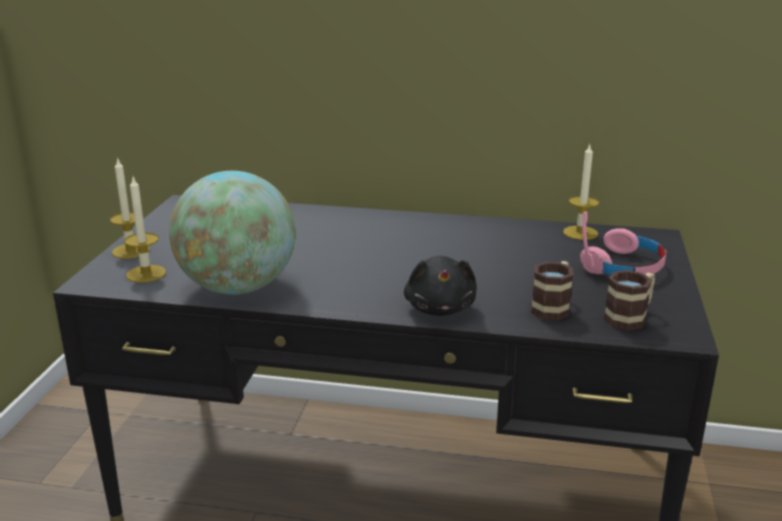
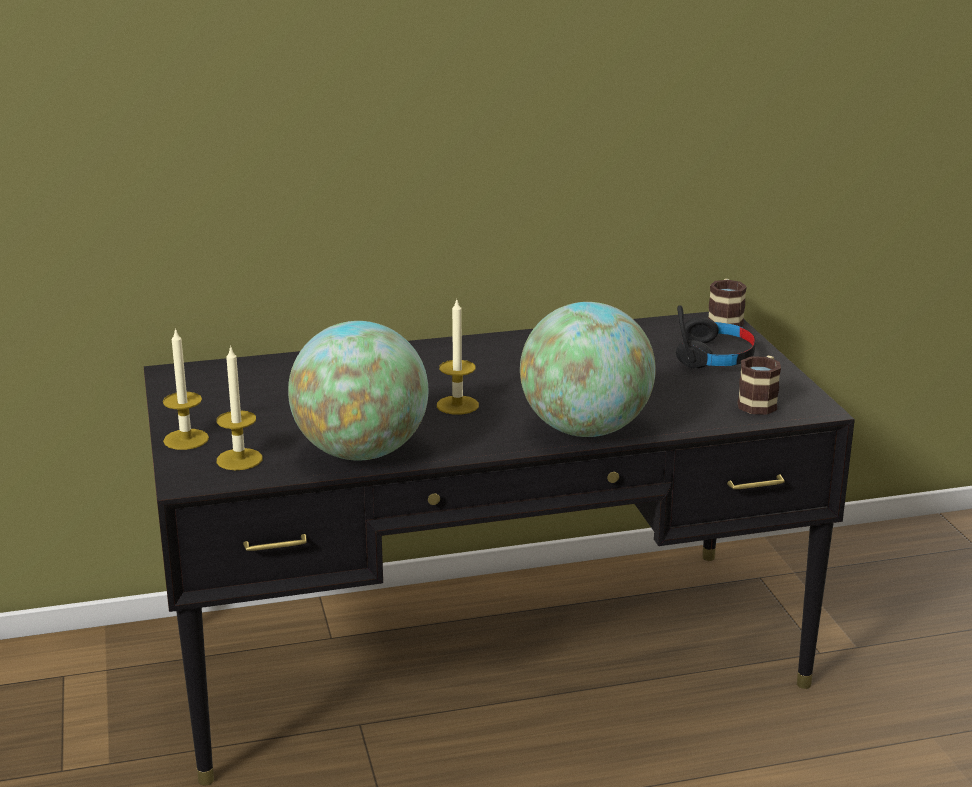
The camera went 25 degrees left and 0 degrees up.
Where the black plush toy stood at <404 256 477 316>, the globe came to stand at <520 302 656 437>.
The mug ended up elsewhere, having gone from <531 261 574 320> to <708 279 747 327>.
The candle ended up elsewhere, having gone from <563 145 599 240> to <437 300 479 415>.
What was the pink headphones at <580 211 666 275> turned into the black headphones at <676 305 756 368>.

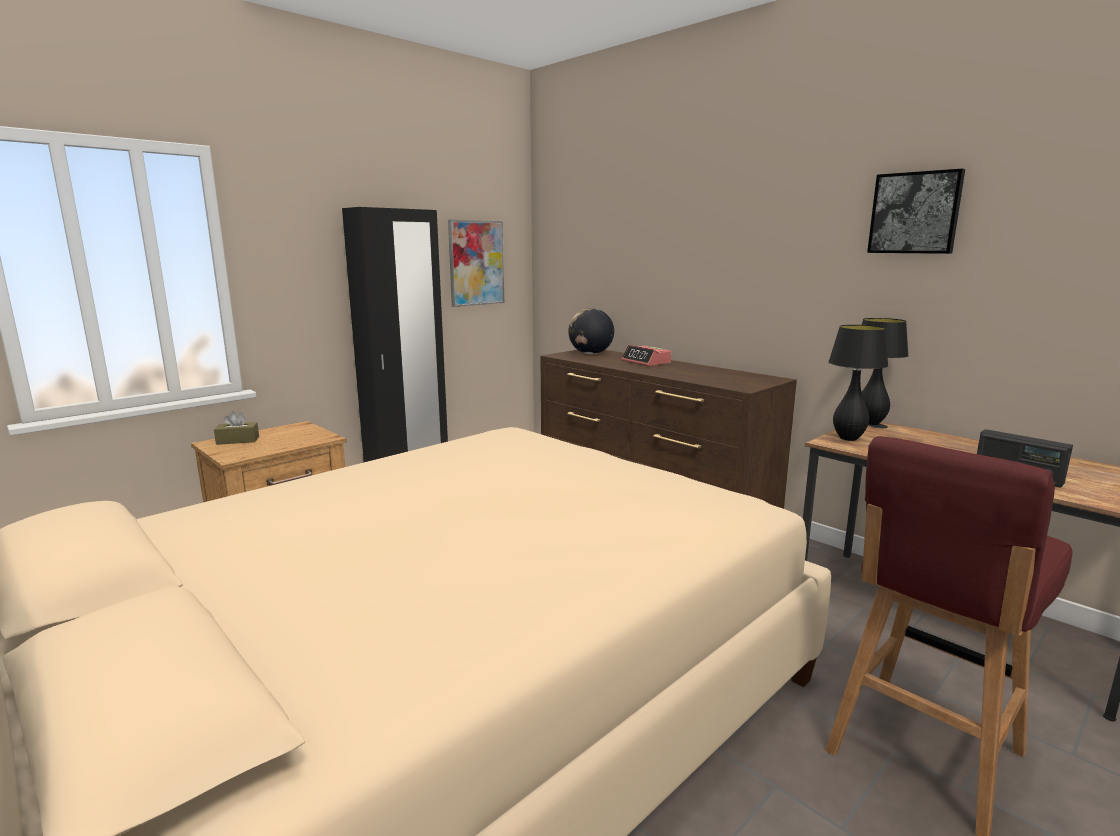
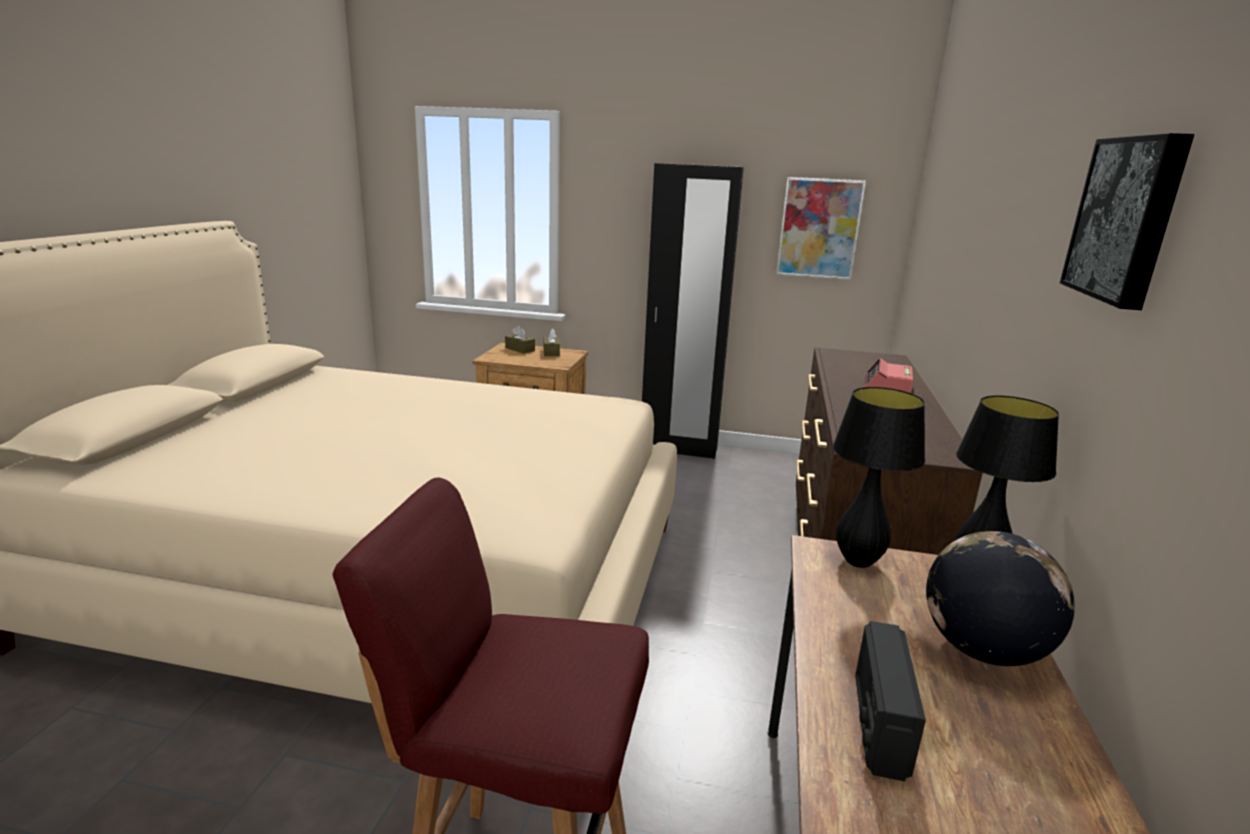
The camera went 55 degrees right and 5 degrees up.
The globe ended up elsewhere, having gone from <568 308 614 354> to <926 531 1075 666>.
The second view gained the brown tissue box at <544 329 560 356>.

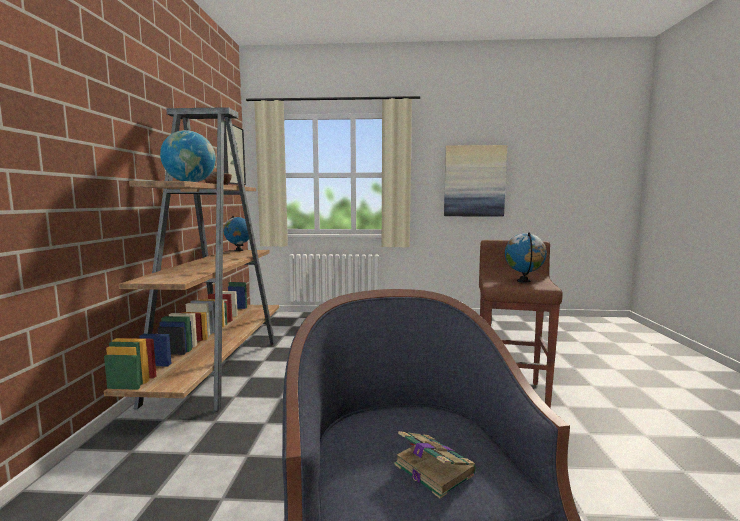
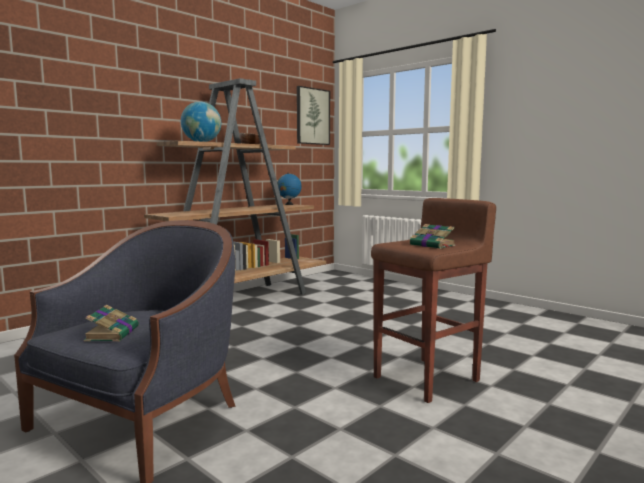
The camera went 40 degrees right and 0 degrees up.
The second view lost the picture at <444 145 507 216>.
Where the globe stood at <505 232 547 283>, the book came to stand at <410 224 456 249>.

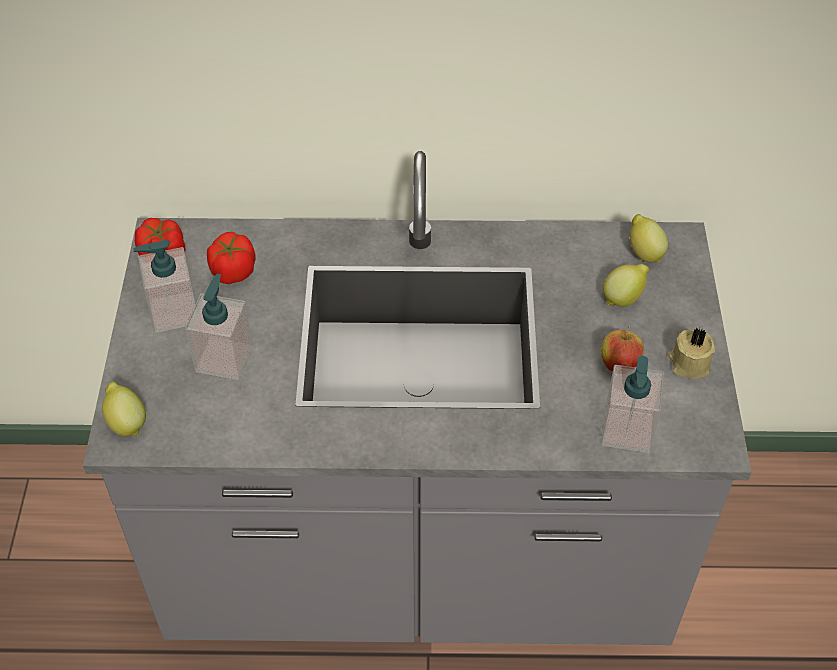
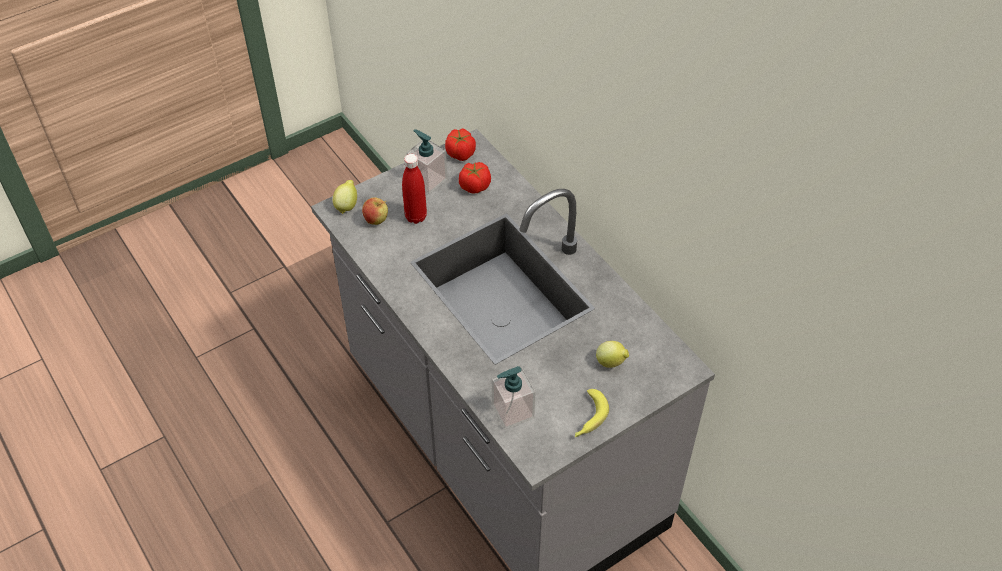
The camera went 55 degrees right and 0 degrees up.
Where the soap dispenser stood at <185 274 253 380>, the red bottle came to stand at <402 154 427 224>.
The apple ended up elsewhere, having gone from <601 325 644 372> to <362 198 388 225>.
The second view lost the lemon at <630 214 668 262>.
Where the beige candle stood at <669 328 715 379>, the banana came to stand at <575 389 609 437>.

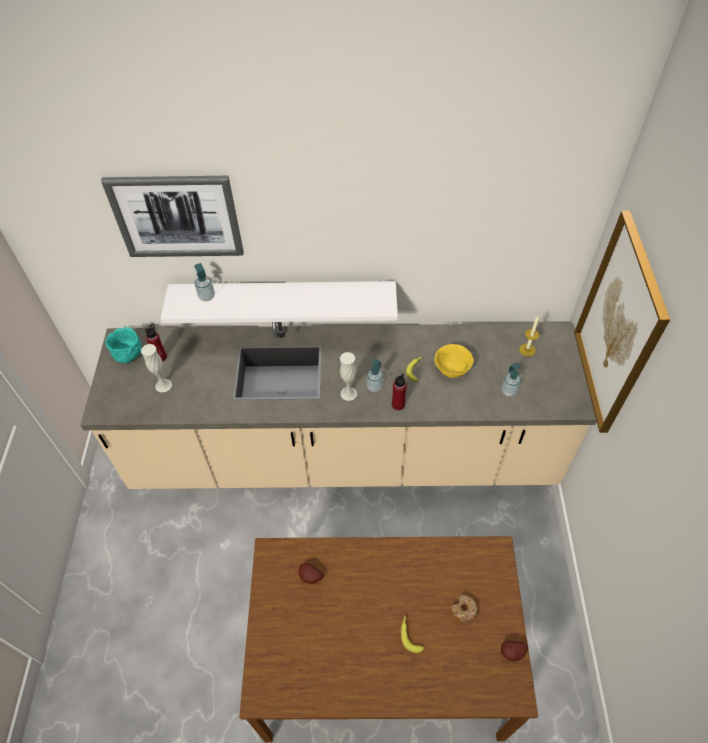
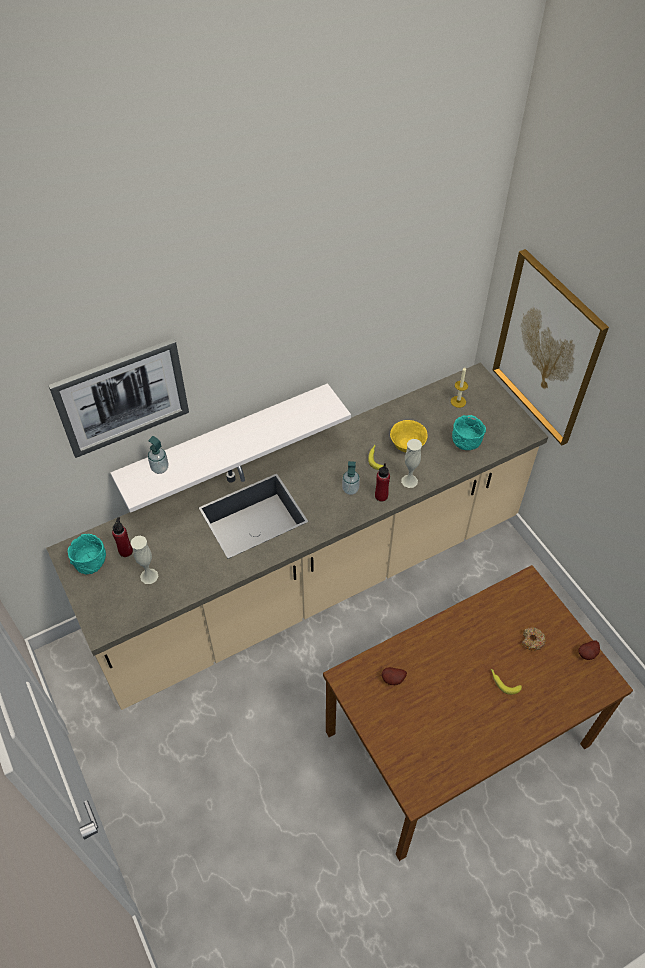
The camera went 30 degrees left and 0 degrees up.
The white vase ended up elsewhere, having gone from <340 352 357 401> to <401 439 422 488>.
Where the soap dispenser stood at <501 363 521 397>, the turquoise bowl came to stand at <452 415 486 450>.

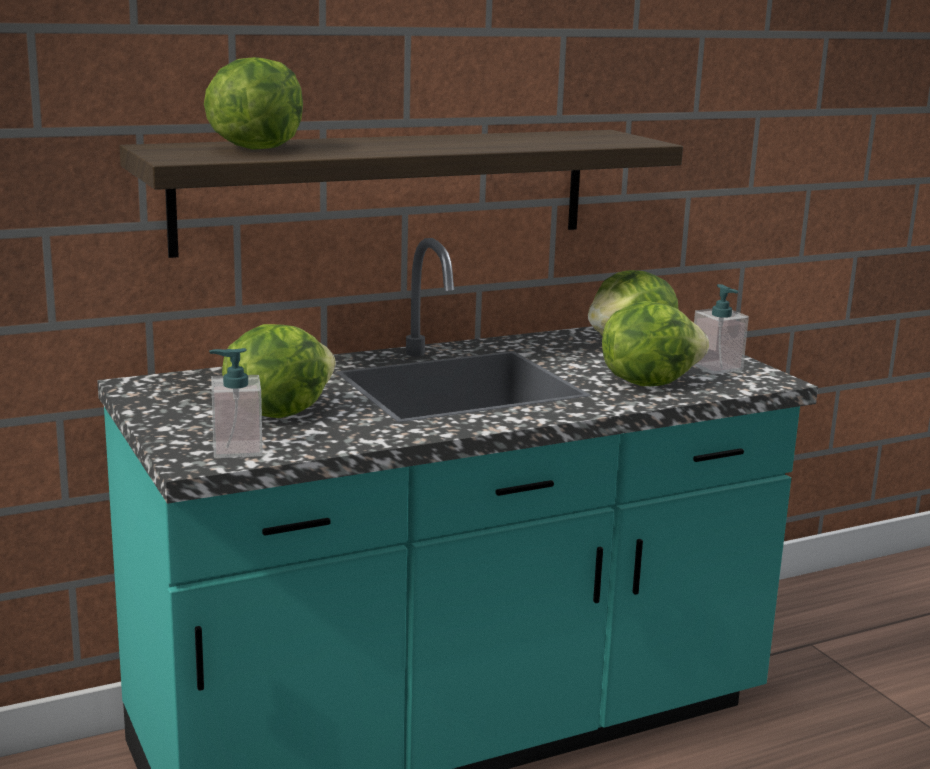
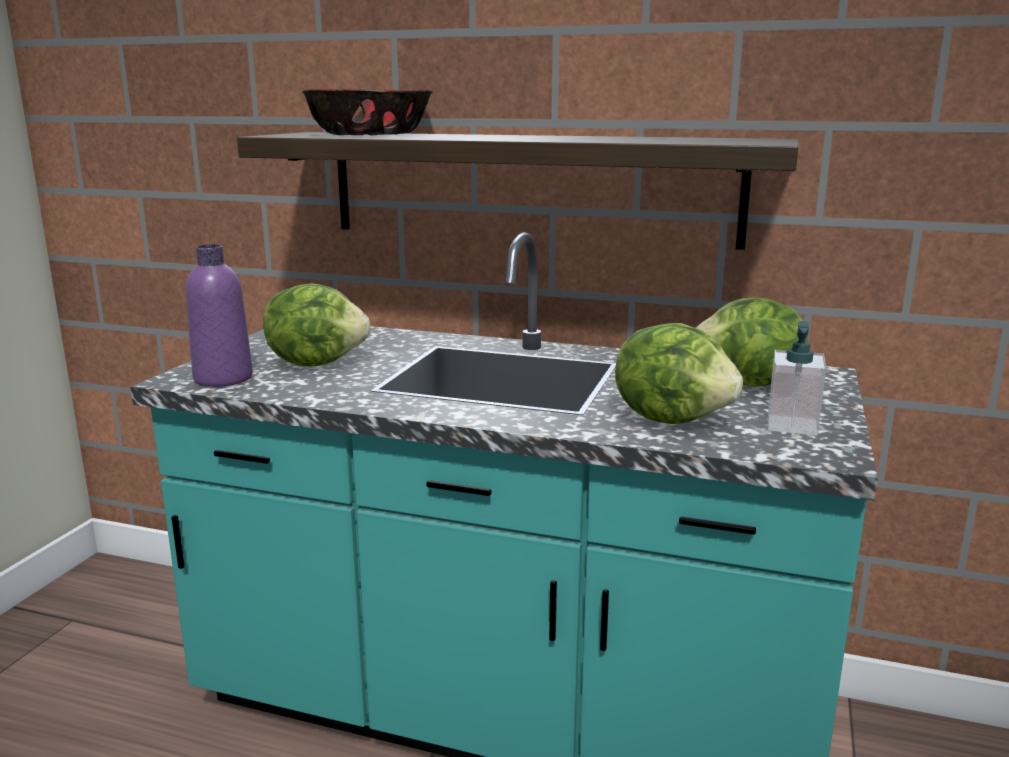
The camera went 45 degrees right and 0 degrees up.
Where the lettuce stood at <204 57 303 150>, the bowl came to stand at <302 89 433 136>.
Where the soap dispenser stood at <209 348 263 458>, the purple bottle came to stand at <186 244 253 387>.

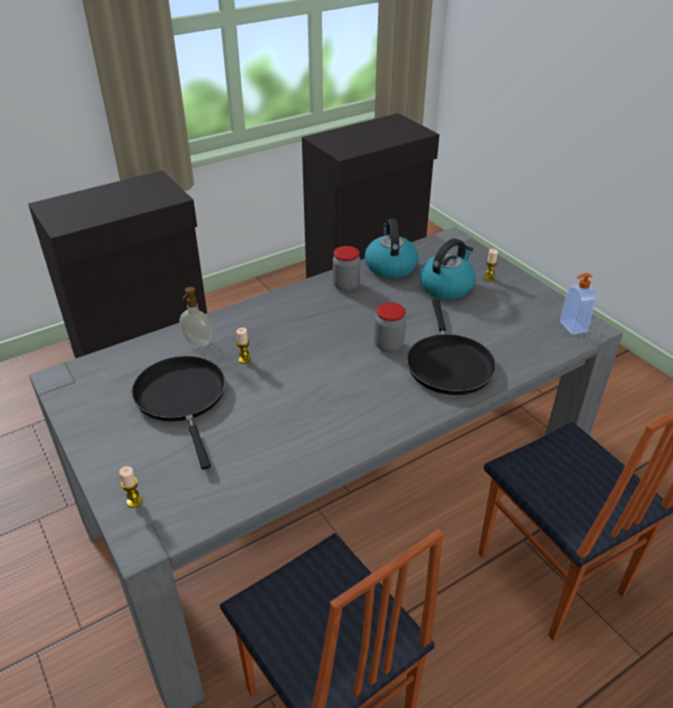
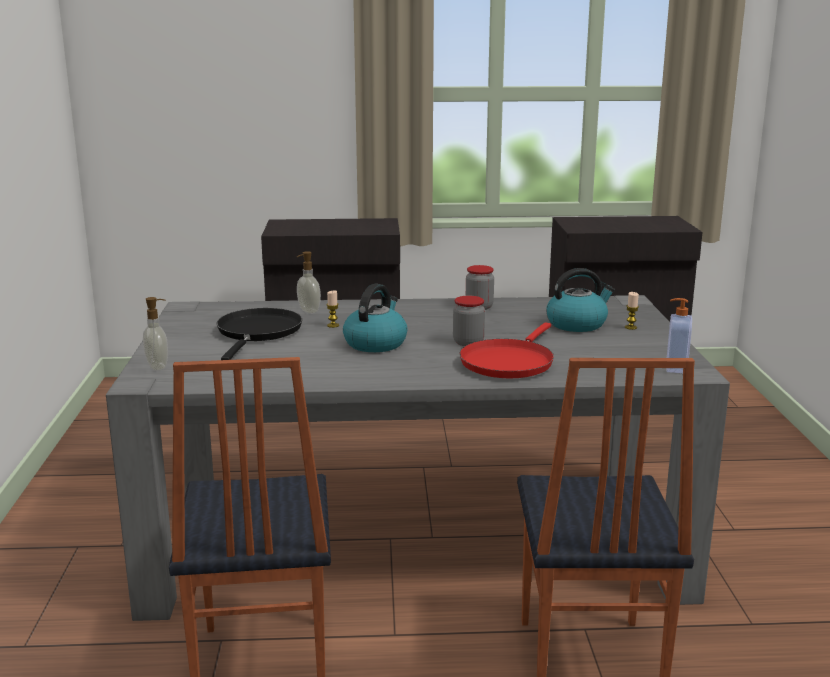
The camera went 30 degrees right and 20 degrees down.
Where the candle stood at <119 466 143 508>, the soap dispenser came to stand at <143 297 168 371>.
The kettle ended up elsewhere, having gone from <365 219 418 278> to <343 284 407 352>.
What was the black frying pan at <407 299 496 395> turned into the red frying pan at <460 323 554 378>.

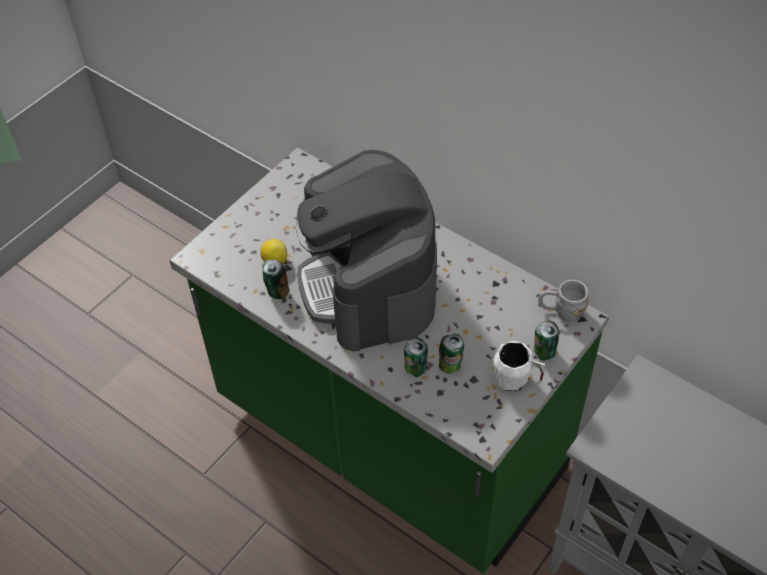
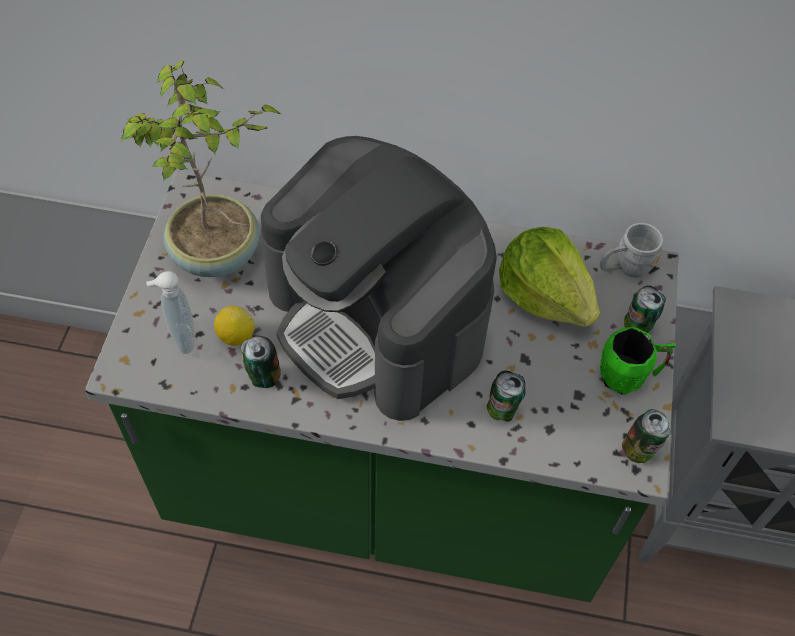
The camera went 30 degrees left and 5 degrees up.
The can ended up elsewhere, having gone from <439 334 464 373> to <622 409 670 463>.
What was the white mug at <493 341 545 391> turned into the green mug at <600 327 676 395>.
The second view gained the potted plant at <120 60 281 277>.
The second view gained the soap dispenser at <146 271 195 354>.
The second view gained the lettuce at <499 227 600 327>.

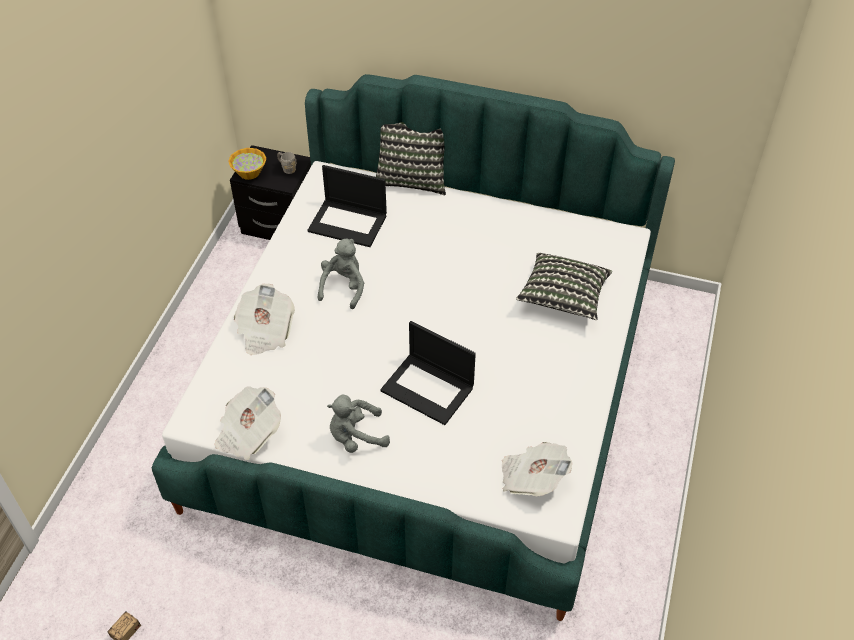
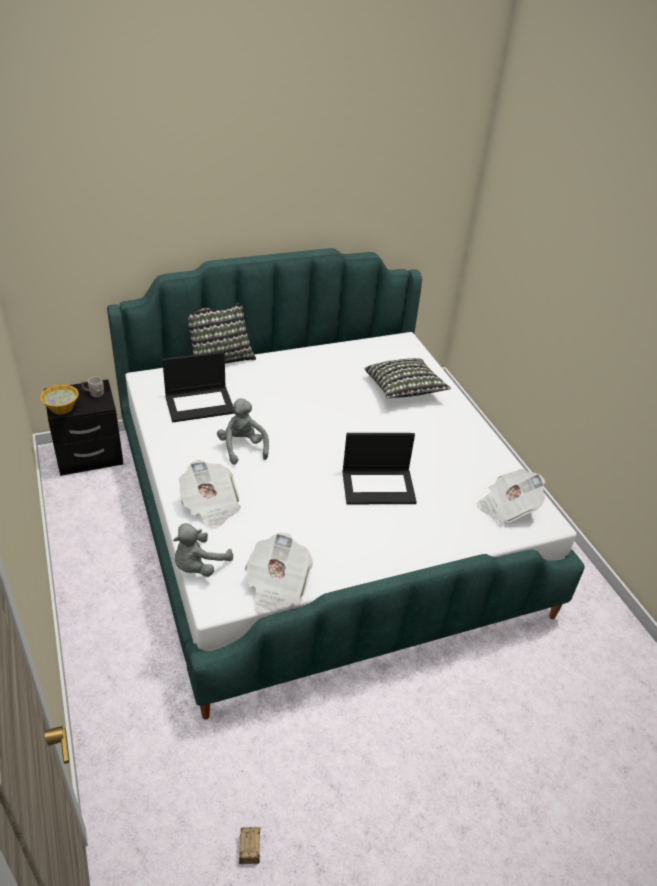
The camera went 40 degrees left and 10 degrees down.
The grey plush toy ended up elsewhere, having gone from <327 395 390 453> to <173 523 233 577>.

